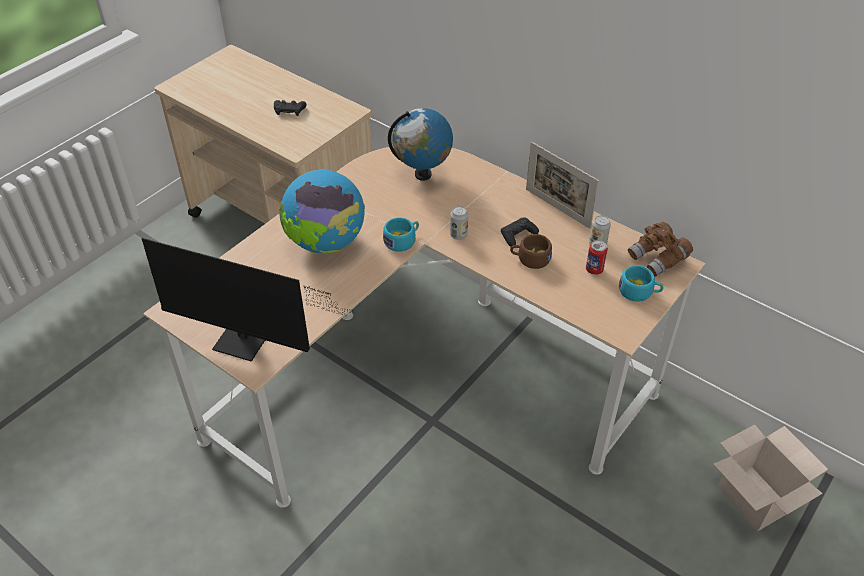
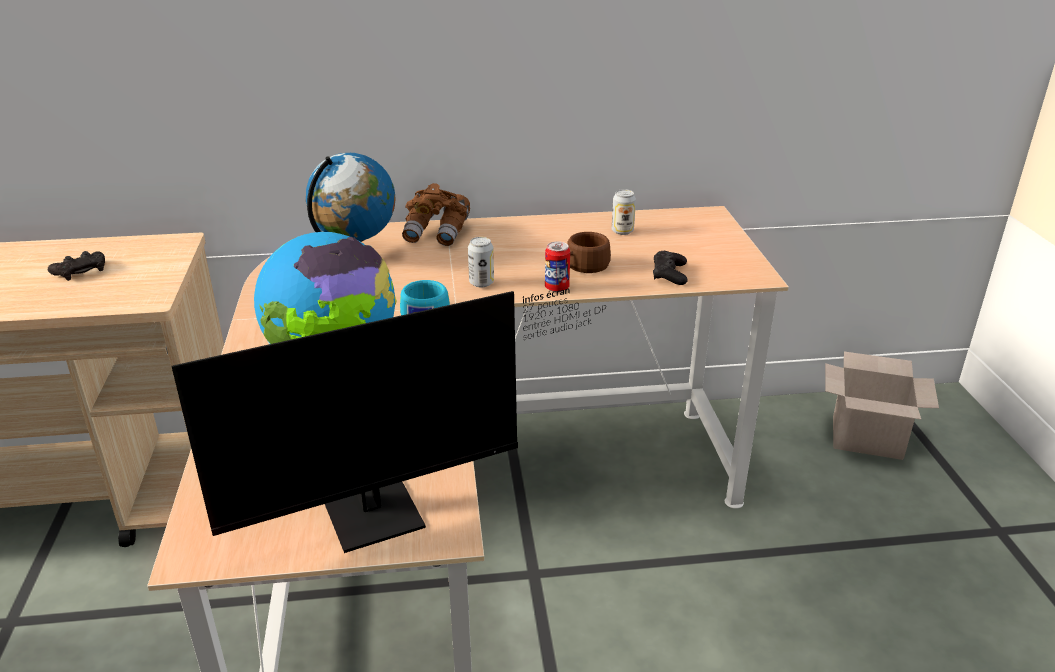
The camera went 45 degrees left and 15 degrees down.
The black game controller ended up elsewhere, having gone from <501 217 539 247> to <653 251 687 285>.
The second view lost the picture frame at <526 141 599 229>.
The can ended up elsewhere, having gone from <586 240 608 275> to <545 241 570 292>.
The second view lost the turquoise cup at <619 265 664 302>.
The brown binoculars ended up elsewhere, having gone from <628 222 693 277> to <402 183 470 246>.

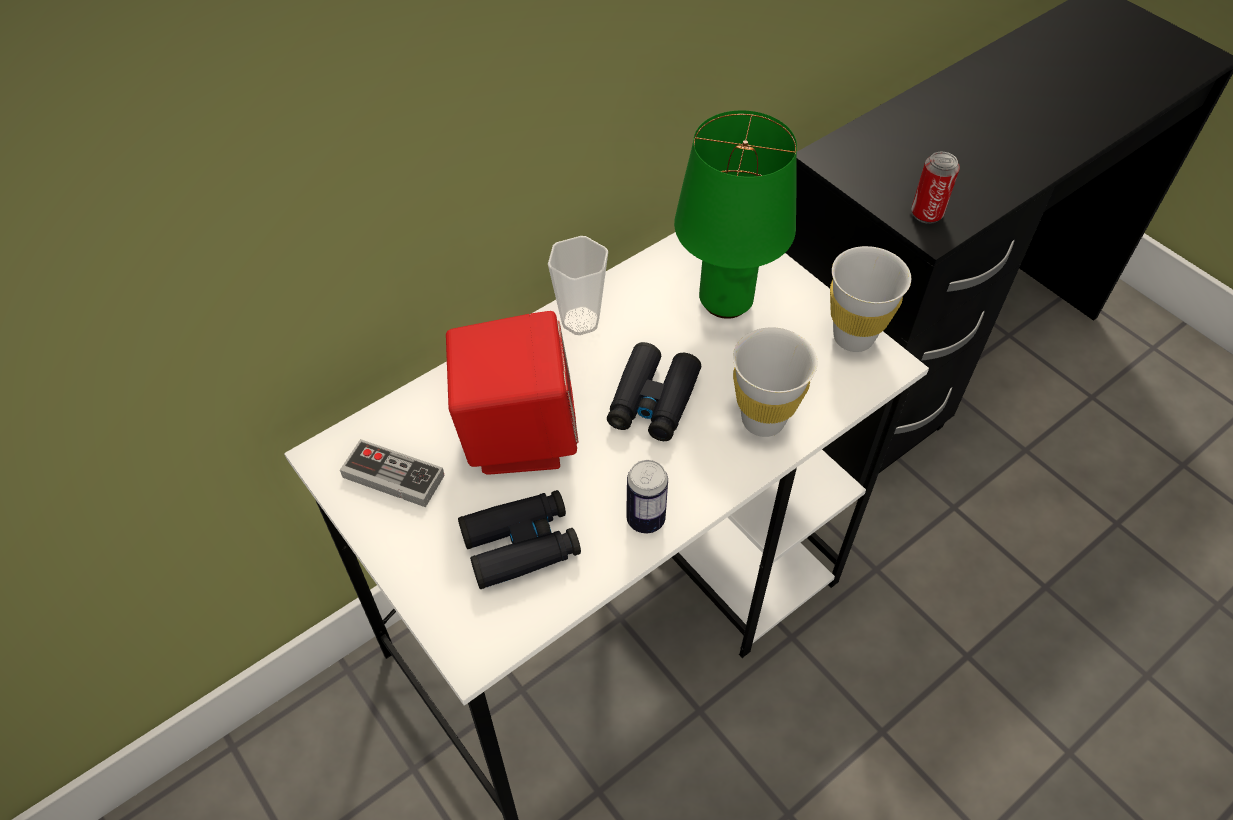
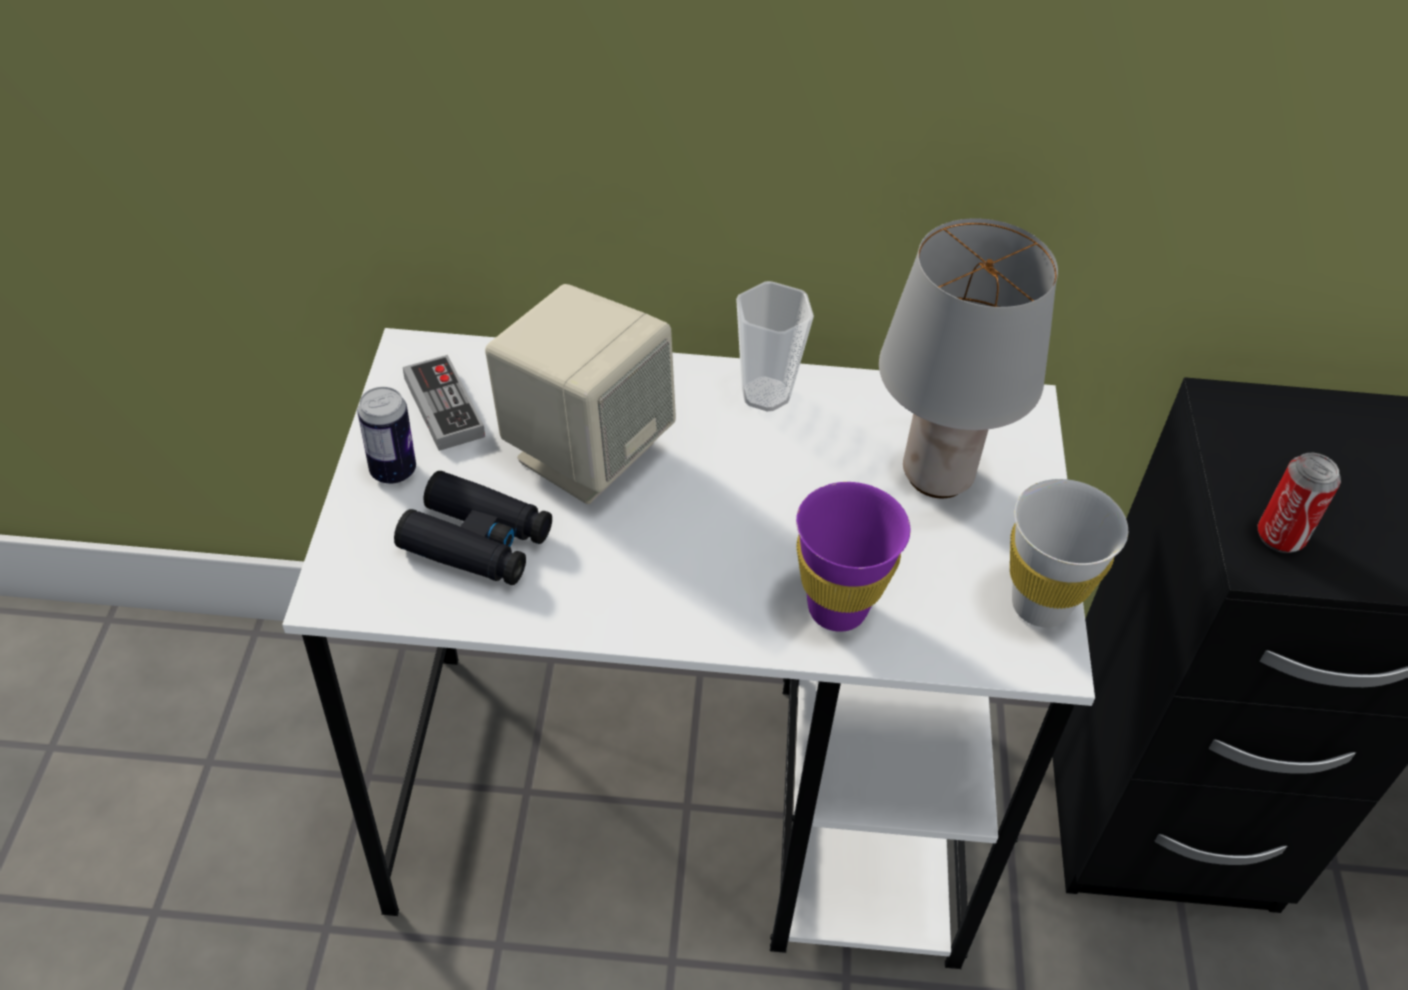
The camera went 40 degrees right and 5 degrees down.
What was the red speaker at <446 311 578 475> turned into the beige speaker at <485 284 676 504>.
The second view lost the black binoculars at <607 342 701 441>.
The can ended up elsewhere, having gone from <626 460 668 533> to <357 387 416 484>.
What was the green table lamp at <674 110 797 319> turned into the grey table lamp at <879 218 1058 498>.
What was the white cup at <733 327 817 437> turned into the purple cup at <796 482 911 632>.

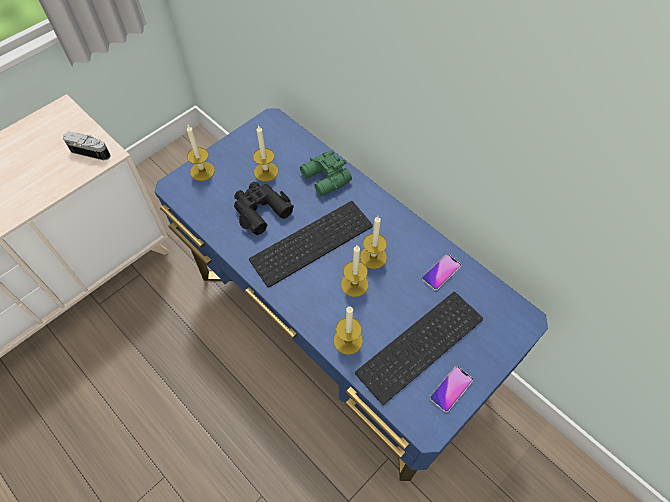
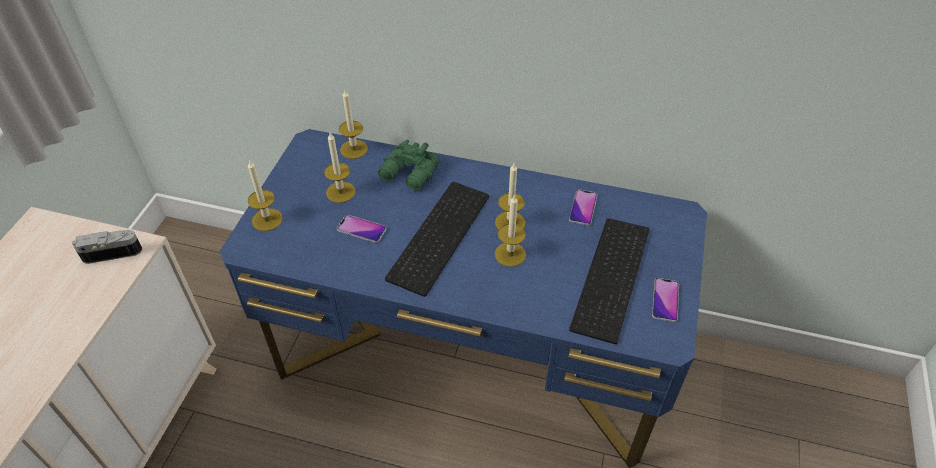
The camera went 30 degrees left and 10 degrees down.
Where the black binoculars stood at <234 182 294 235>, the phone came to stand at <337 215 386 243>.
The candle ended up elsewhere, having gone from <333 306 363 355> to <339 90 368 159>.

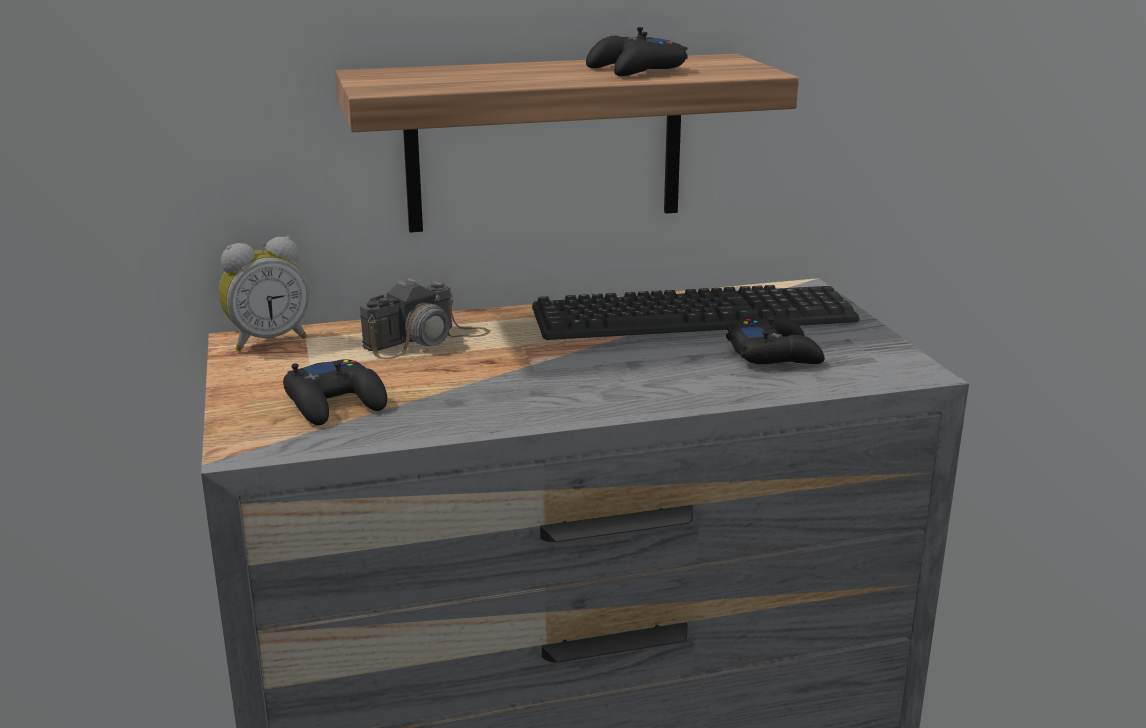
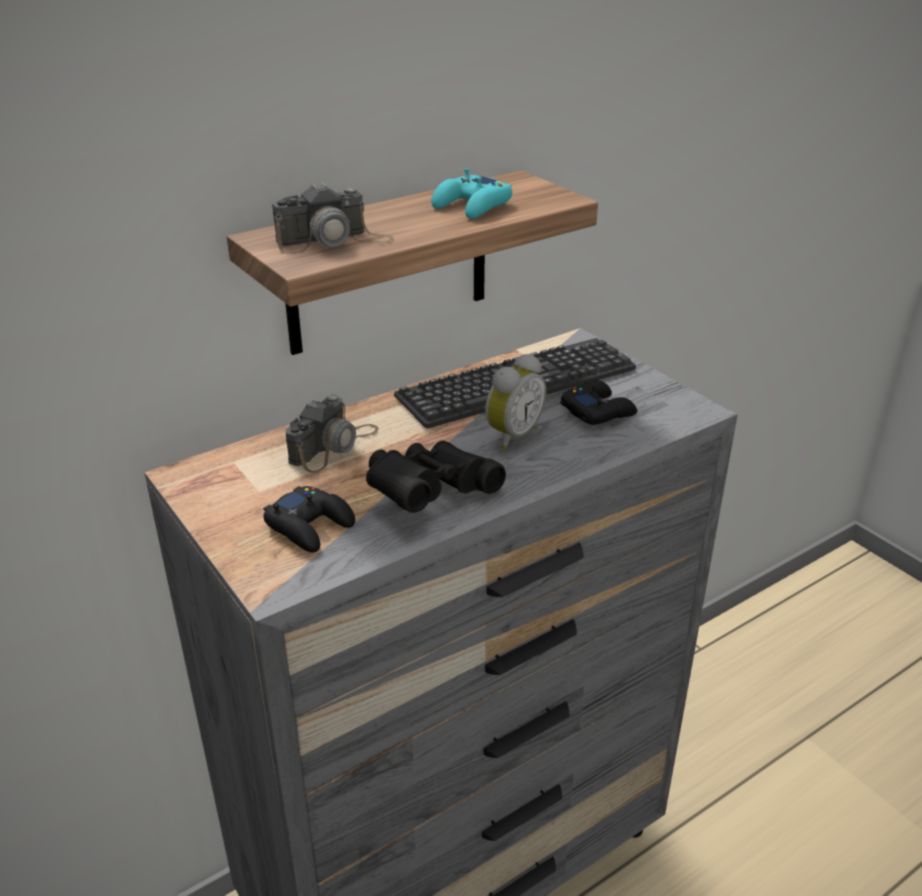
The camera went 20 degrees left and 10 degrees up.
The alarm clock ended up elsewhere, having gone from <219 236 310 351> to <485 353 546 450>.
What was the black game controller at <586 27 688 76> turned into the turquoise game controller at <431 168 512 219>.
The second view gained the photo camera at <272 182 394 254>.
The second view gained the black binoculars at <366 440 506 513>.

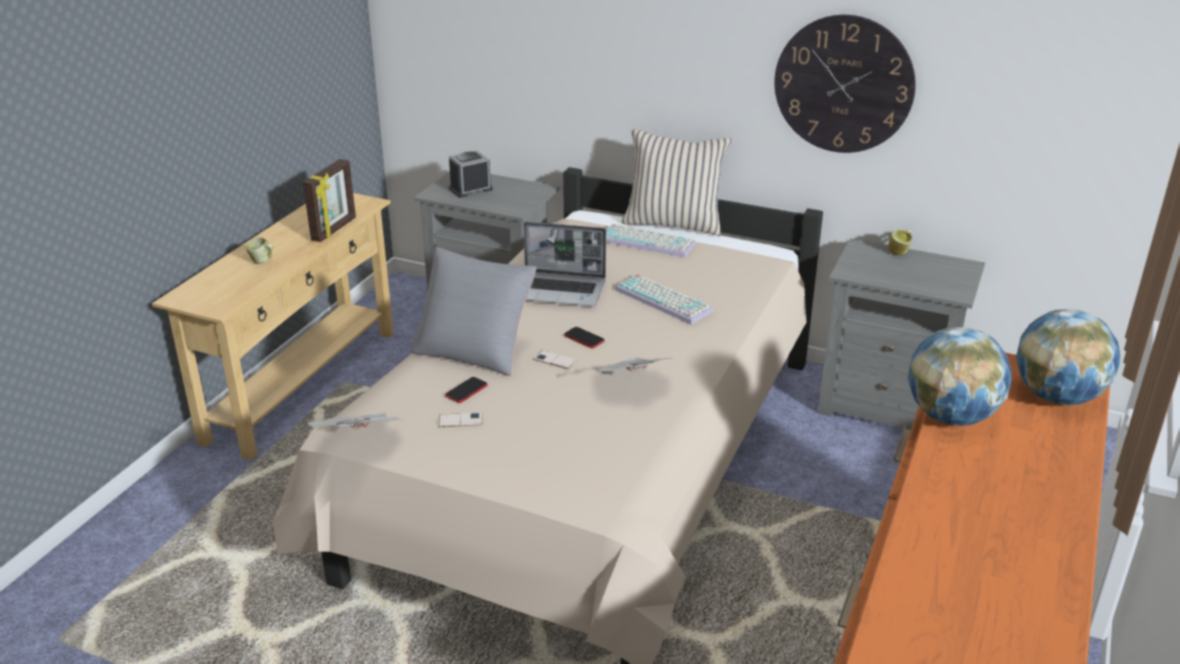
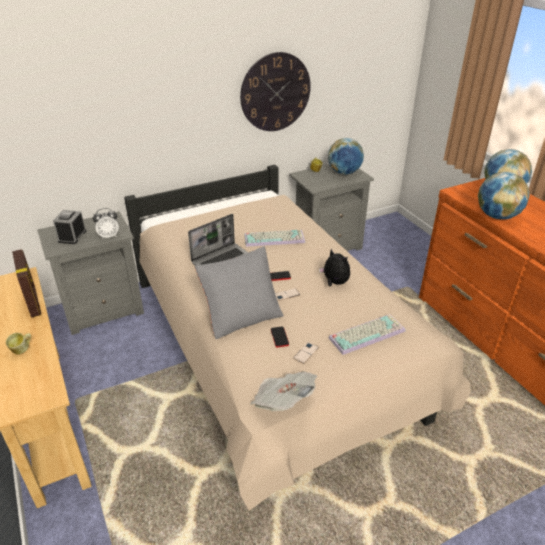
The camera went 50 degrees left and 5 degrees up.
Where the newspaper stood at <595 357 672 372>, the plush toy came to stand at <319 249 350 286>.
The keyboard ended up elsewhere, having gone from <606 224 696 258> to <329 314 405 355>.
The second view lost the beige pillow at <622 129 731 236>.
The second view gained the alarm clock at <93 208 119 239>.
The second view gained the globe at <328 138 364 175>.

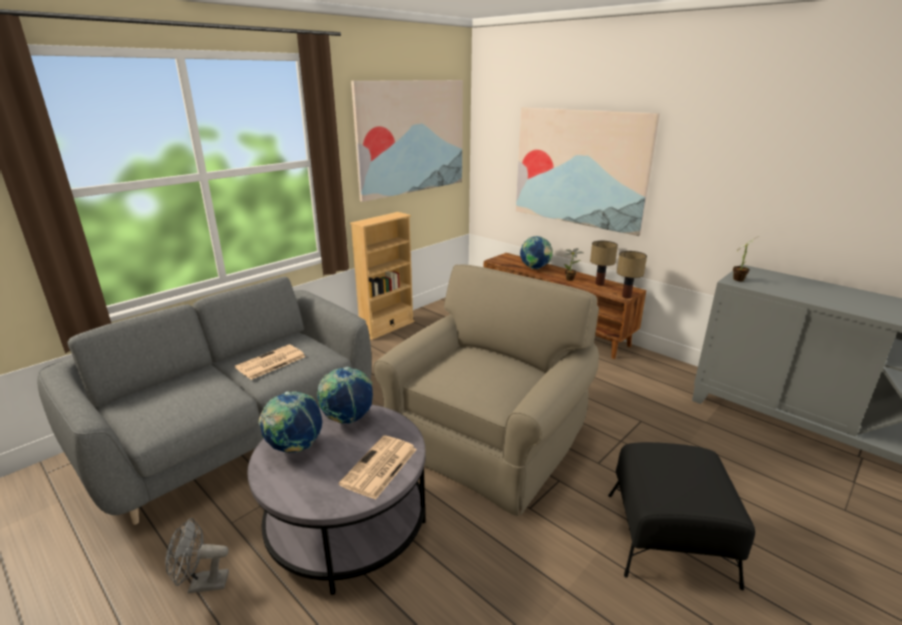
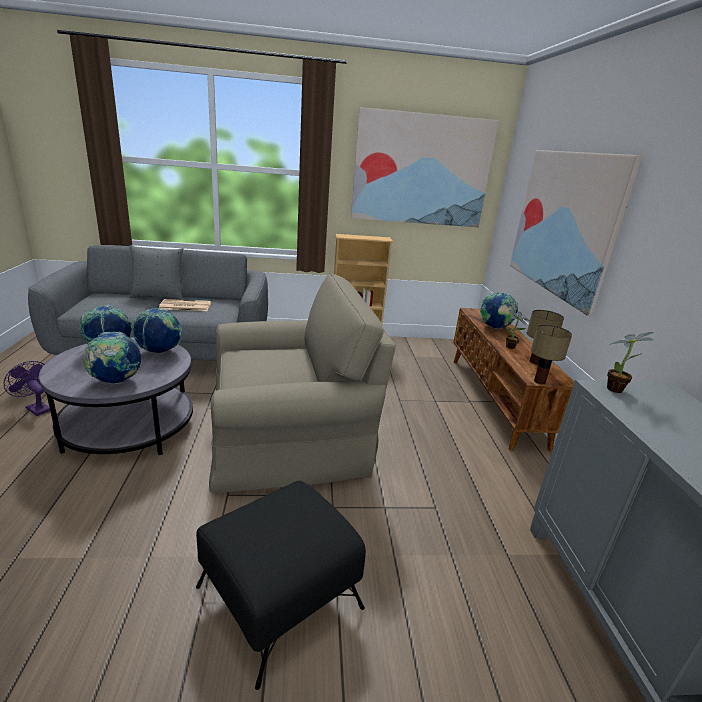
The camera went 40 degrees right and 0 degrees up.
What was the grey fan at <165 518 229 593> turned into the purple fan at <4 361 50 416>.
Where the newspaper stood at <339 435 417 500>, the globe came to stand at <83 332 141 384>.
The second view gained the grey pillow at <129 245 183 300>.

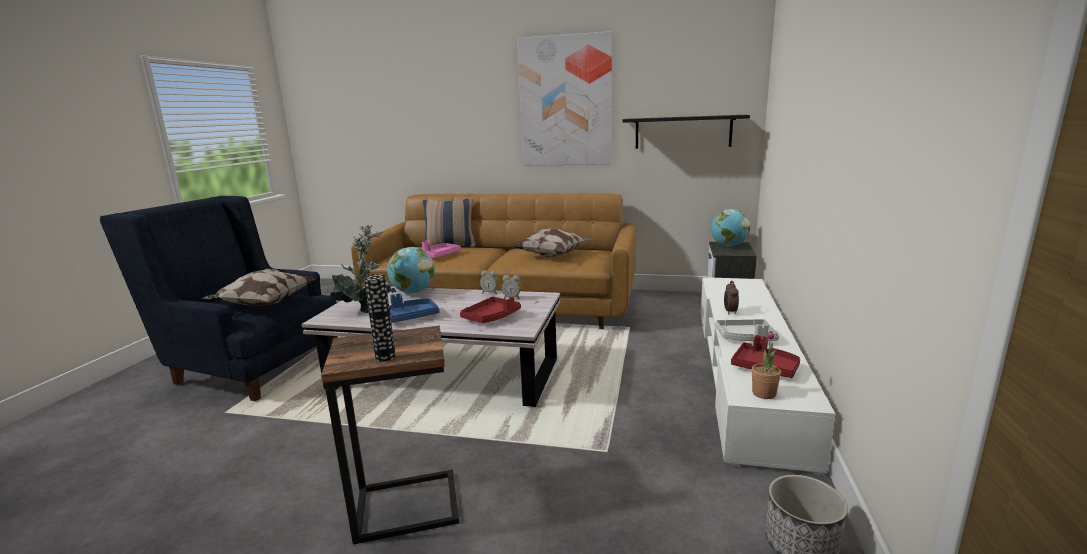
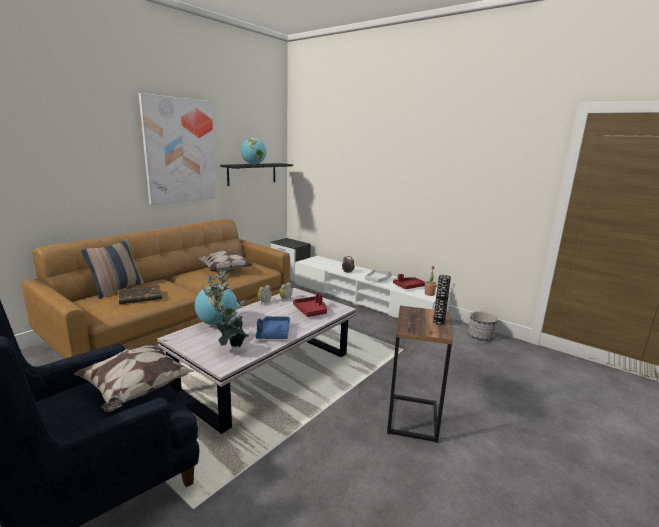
The camera went 65 degrees left and 0 degrees up.
Where the pink tray stood at <422 240 461 258>, the brown book came to stand at <119 285 162 304>.
The globe ended up elsewhere, having gone from <710 209 750 247> to <241 138 267 165>.

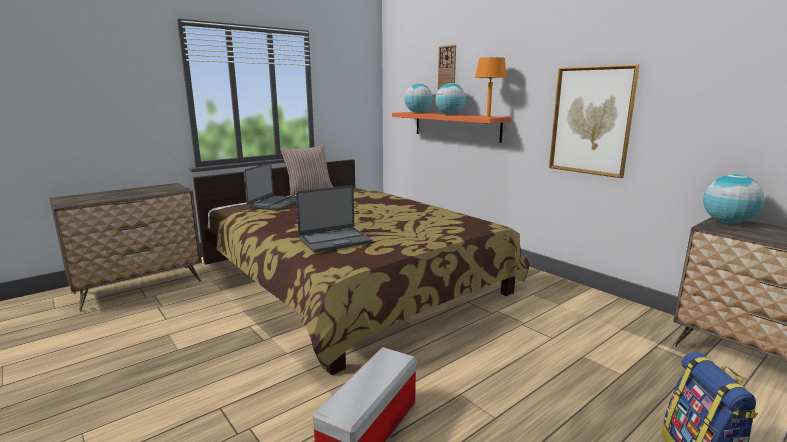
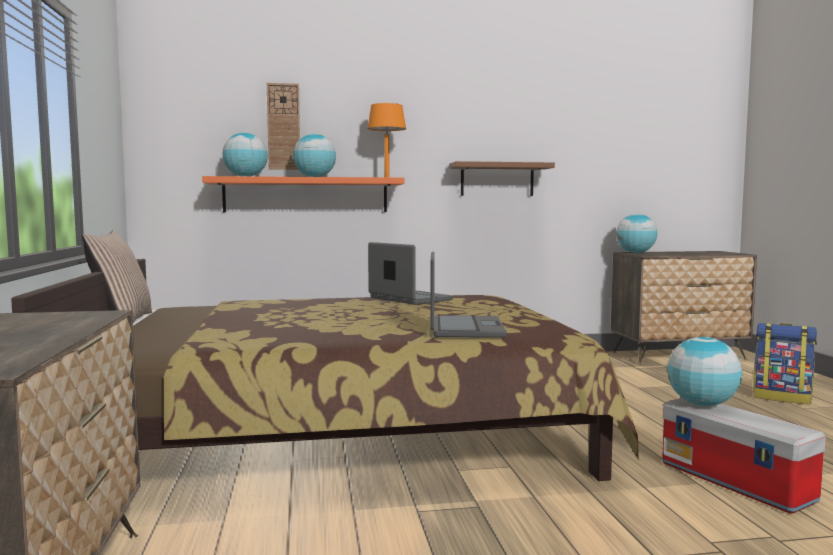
The camera went 60 degrees left and 10 degrees down.
The laptop ended up elsewhere, having gone from <244 163 296 211> to <368 242 453 305>.
Where the picture hung at <549 65 640 178>, the brown shelf came to hang at <449 161 555 196>.
The second view gained the globe at <667 337 742 406>.

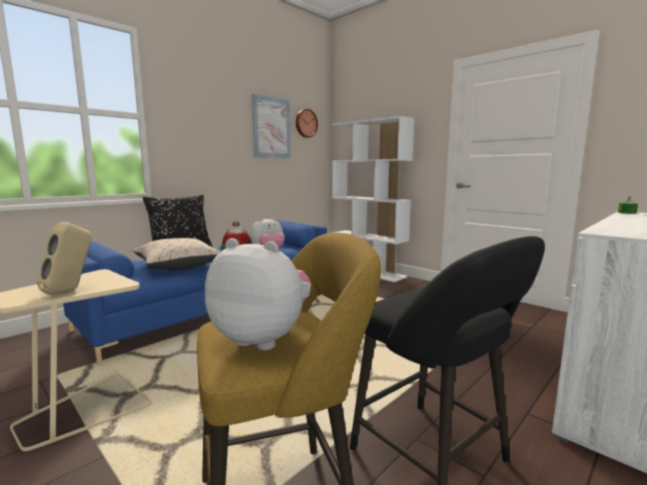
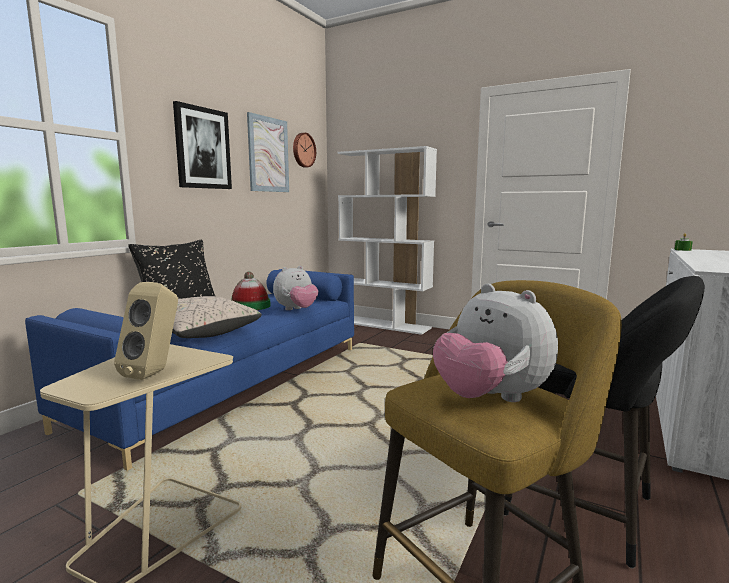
The camera went 15 degrees left and 0 degrees up.
The plush toy at <205 238 311 350> ended up facing another way, 135 degrees counterclockwise from before.
The second view gained the picture at <173 101 232 189>.

